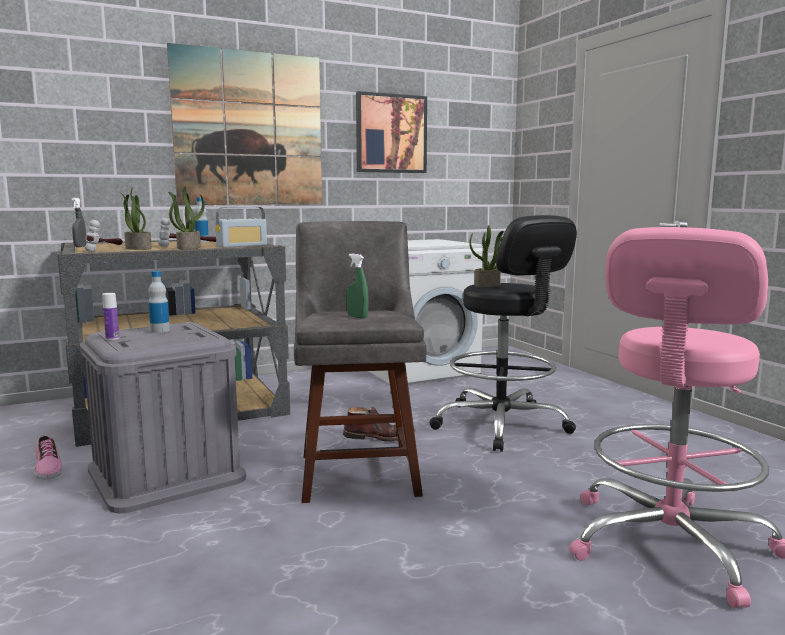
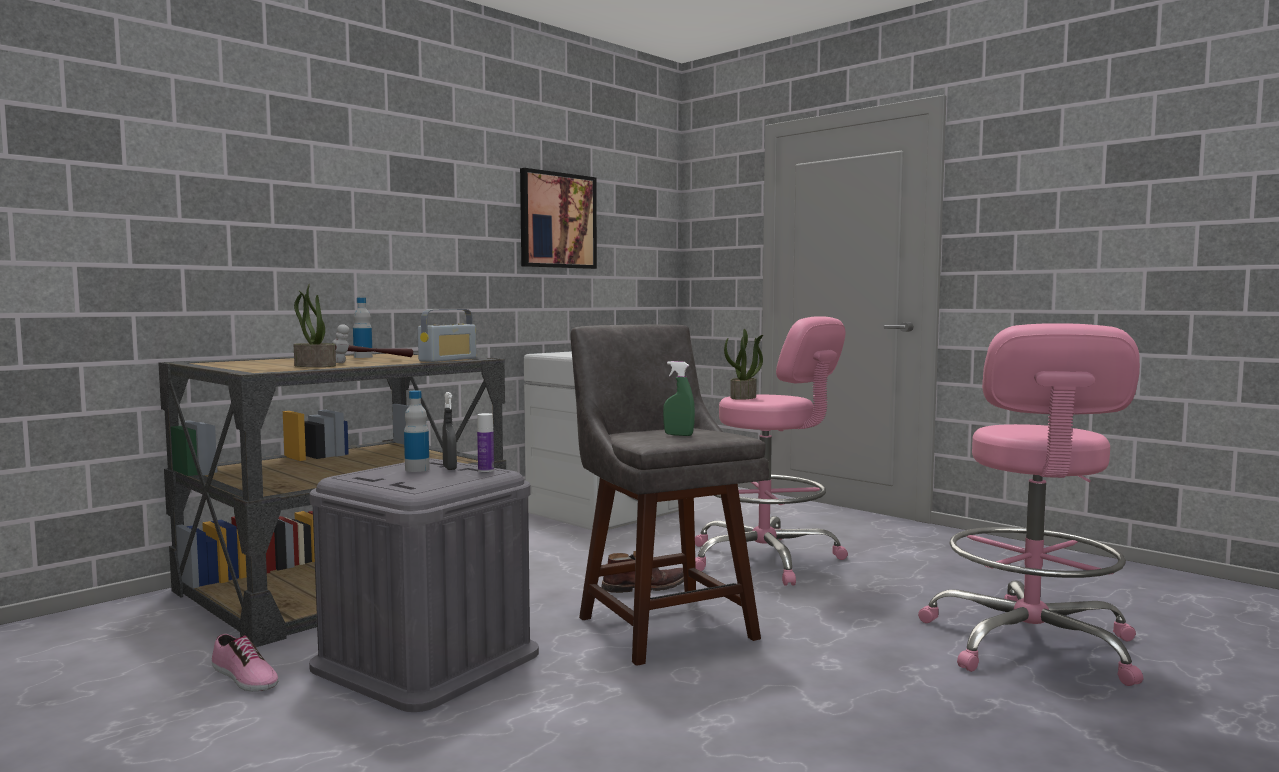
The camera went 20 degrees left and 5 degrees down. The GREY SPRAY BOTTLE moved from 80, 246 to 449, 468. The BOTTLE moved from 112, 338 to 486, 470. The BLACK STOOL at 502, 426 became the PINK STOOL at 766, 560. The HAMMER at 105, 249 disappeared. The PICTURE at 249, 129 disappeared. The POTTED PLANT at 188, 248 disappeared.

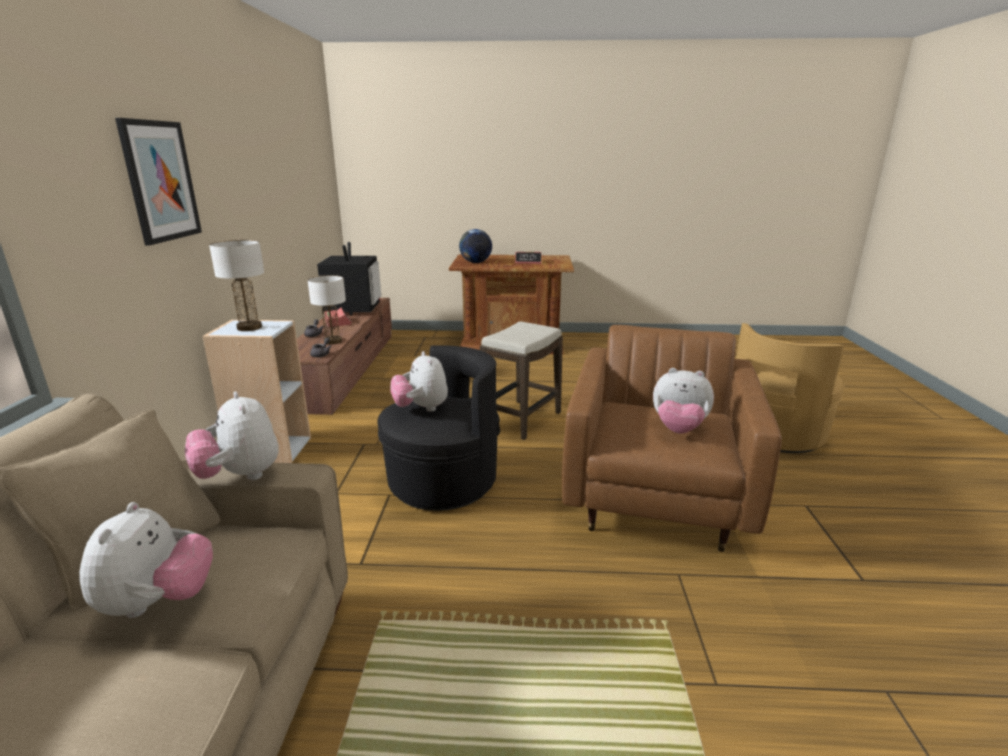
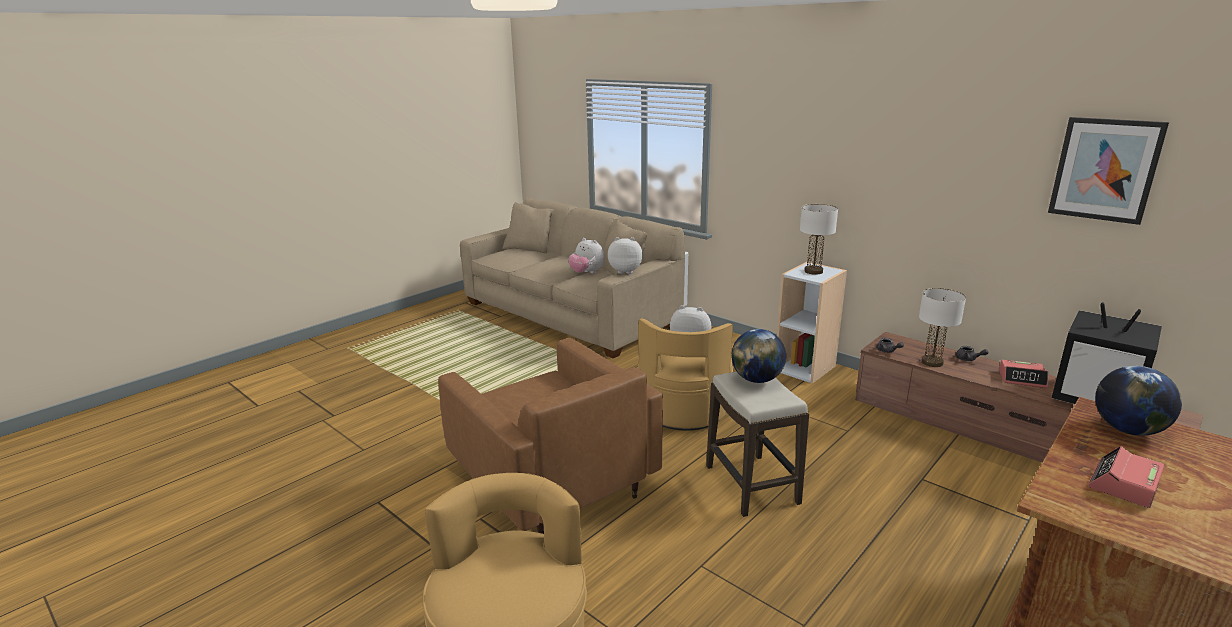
The camera went 130 degrees right and 0 degrees up. The BLACK ARMCHAIR at 442, 482 became the BEIGE ARMCHAIR at 683, 409. The GLOBE at 756, 380 appeared. The PICTURE moved from 160, 181 to 1105, 169. The PLUSH TOY at 678, 429 disappeared.

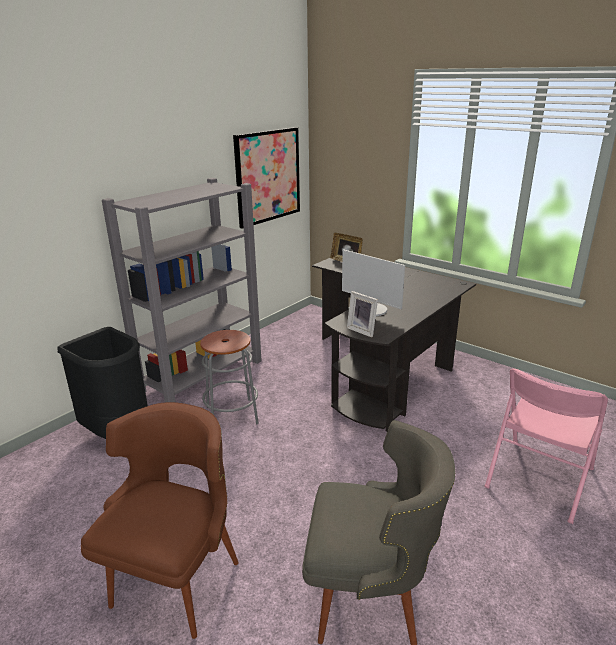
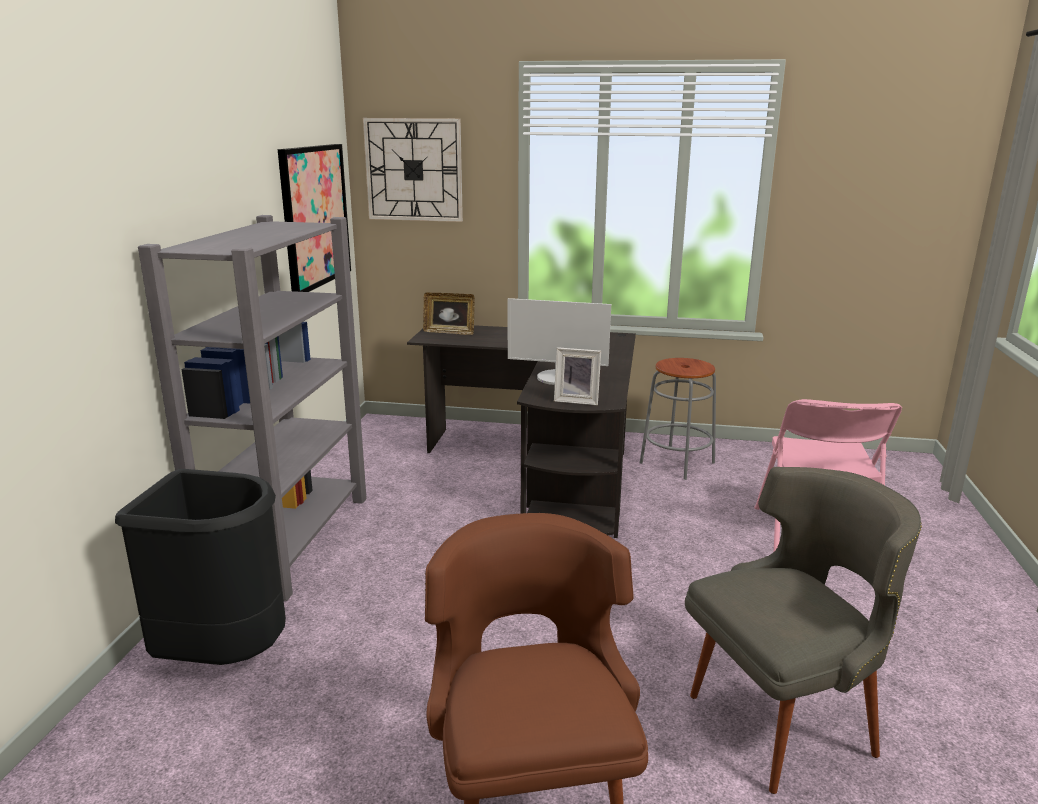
The camera went 30 degrees left and 5 degrees down. The WALL CLOCK at 414, 170 appeared. The GREY STOOL moved from 232, 415 to 677, 462.

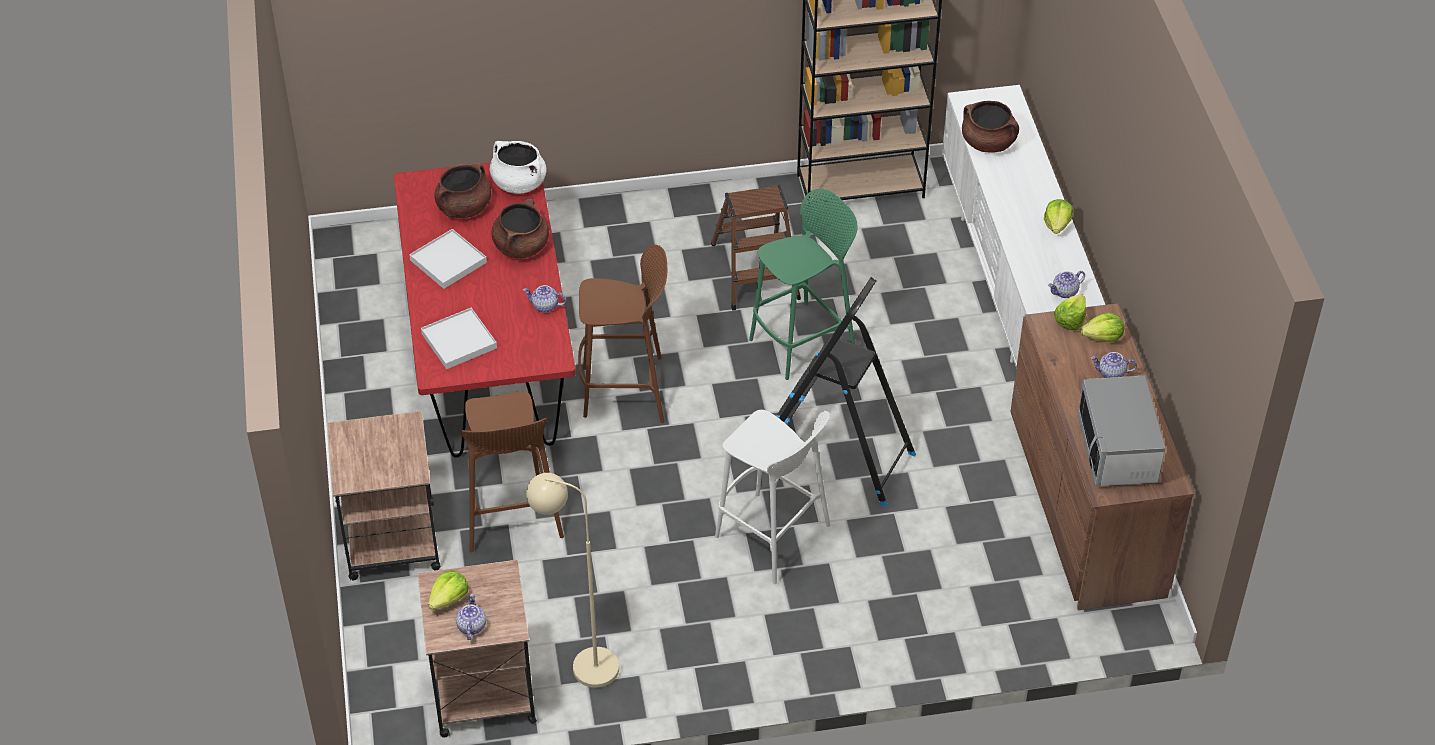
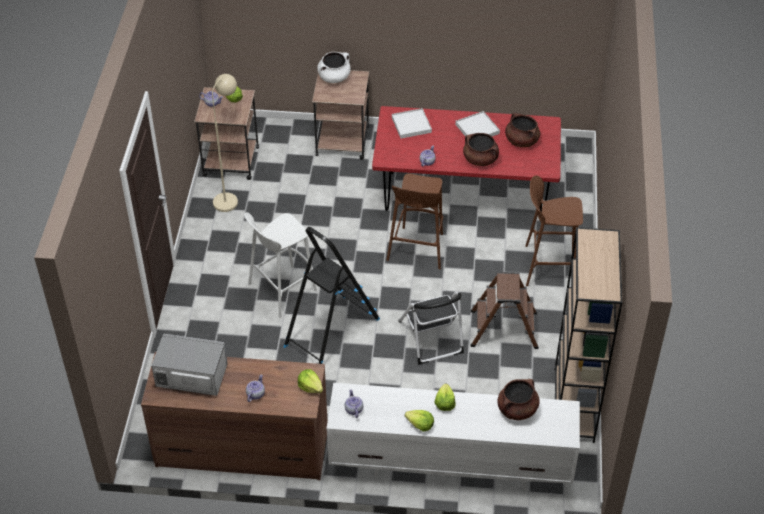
The camera went 105 degrees right and 0 degrees up. The WHITE COOKING POT moved from 518, 183 to 334, 77. The GREEN STOOL at 802, 343 was replaced by the STEP LADDER at 431, 338. The LETTUCE moved from 1103, 337 to 444, 403. The BROWN STOOL moved from 511, 516 to 548, 266.

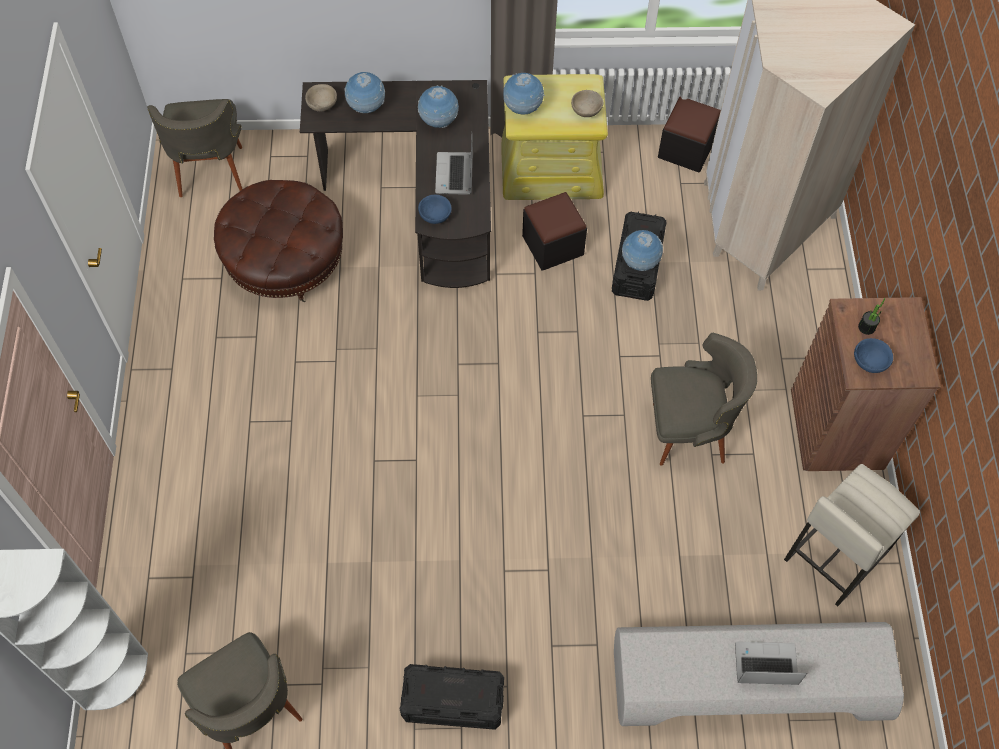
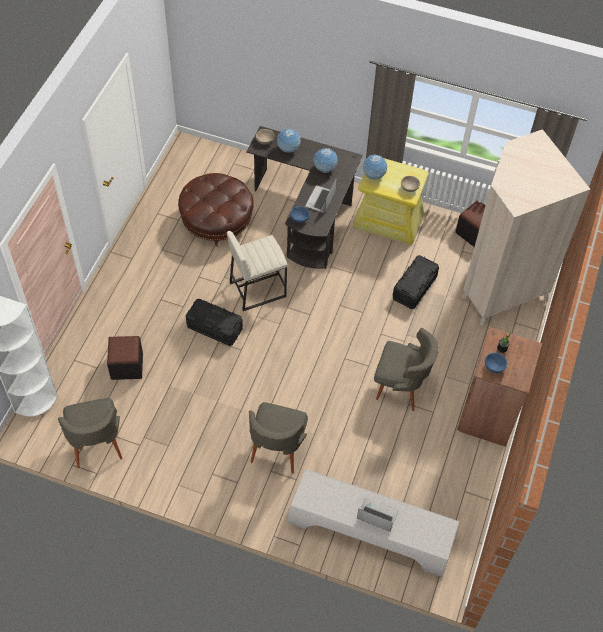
The camera went 20 degrees right and 5 degrees down. The BLACK OTTOMAN moved from 553, 245 to 127, 366. The BLACK STORAGE BOX moved from 452, 702 to 214, 328. The BEIGE STOOL moved from 836, 554 to 257, 289. The GREY CHAIR moved from 211, 171 to 277, 450. The GLOBE at 639, 263 disappeared.

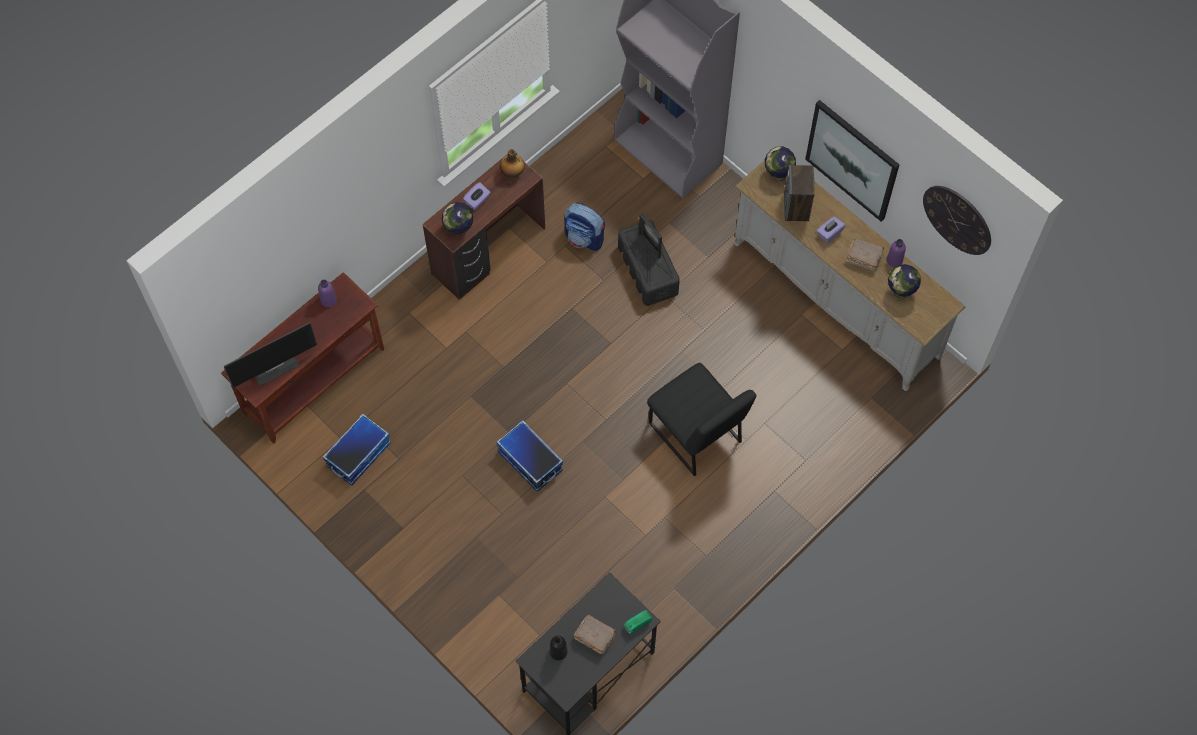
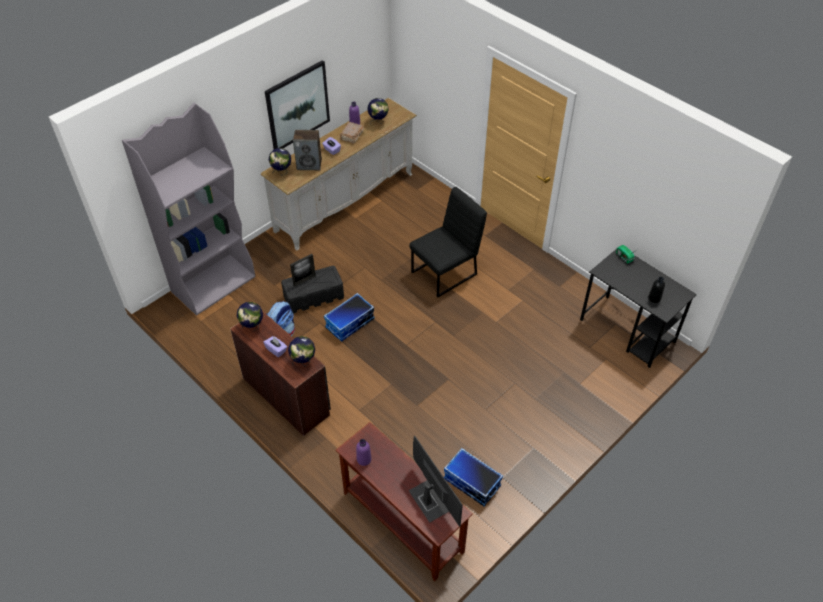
The camera went 90 degrees left and 15 degrees down. The BOTTLE at 512, 173 was replaced by the GLOBE at 252, 327. The STORAGE BOX moved from 529, 461 to 350, 324. The BROWN BOOK at 594, 636 disappeared. The WALL CLOCK at 957, 219 disappeared.

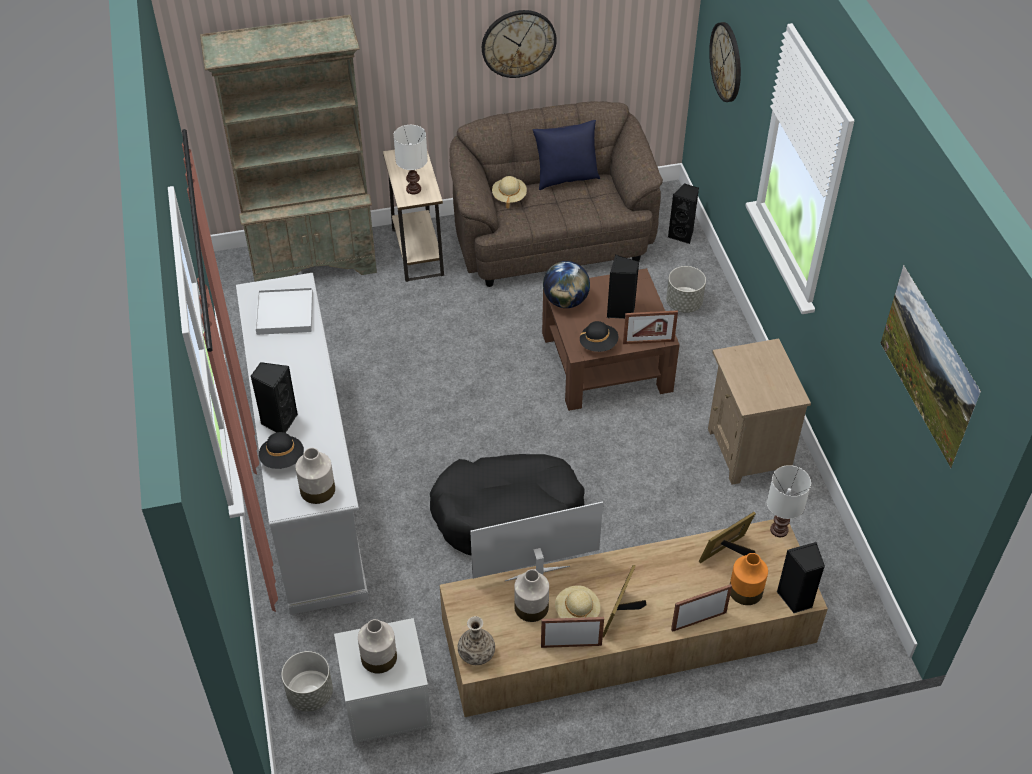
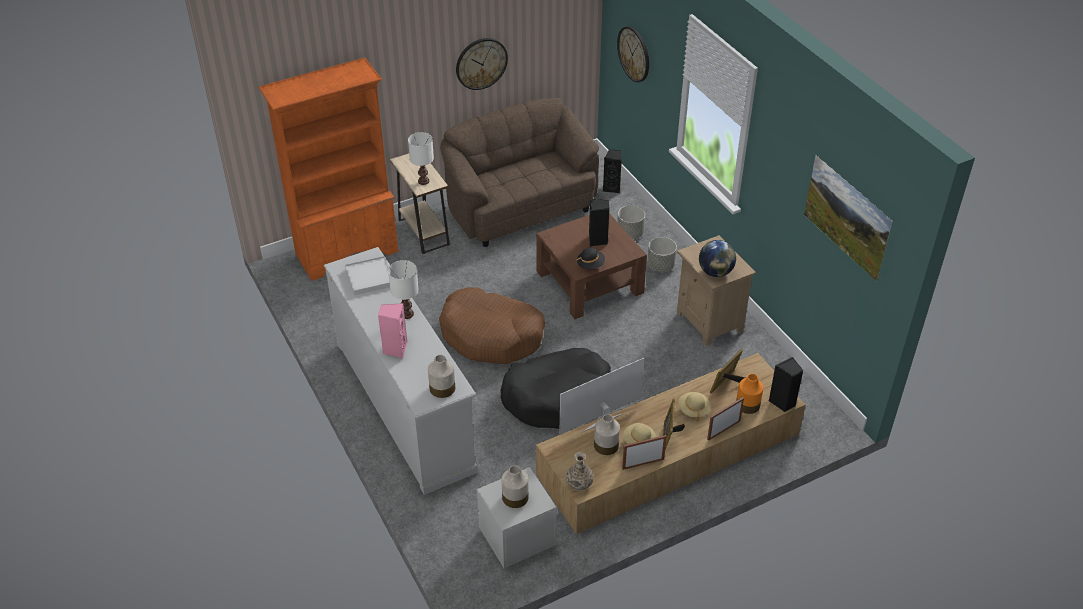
The camera went 15 degrees left and 5 degrees down. The GREEN BOOKCASE at 313, 261 became the ORANGE BOOKCASE at 347, 252. The BLACK SPEAKER at 278, 421 became the PINK SPEAKER at 395, 349. The WHITE TABLE LAMP moved from 778, 530 to 406, 314. The BROWN DOG BED at 492, 335 appeared. The GREY PLANTER moved from 310, 694 to 661, 266. The BEIGE HAT moved from 509, 197 to 693, 410. The GLOBE moved from 565, 301 to 715, 272. The BLACK HAT at 283, 459 disappeared. The BLUE PILLOW at 566, 178 disappeared. The PICTURE FRAME at 648, 342 disappeared.

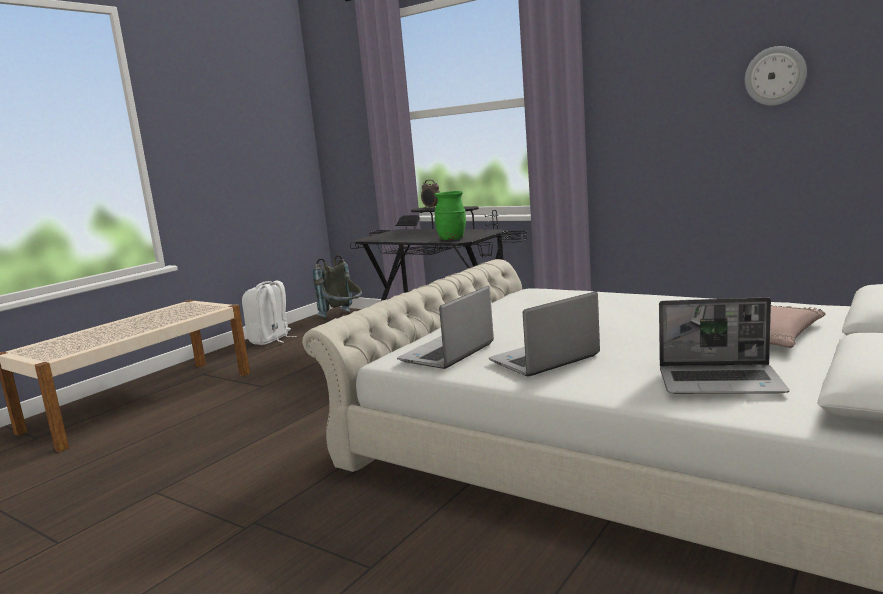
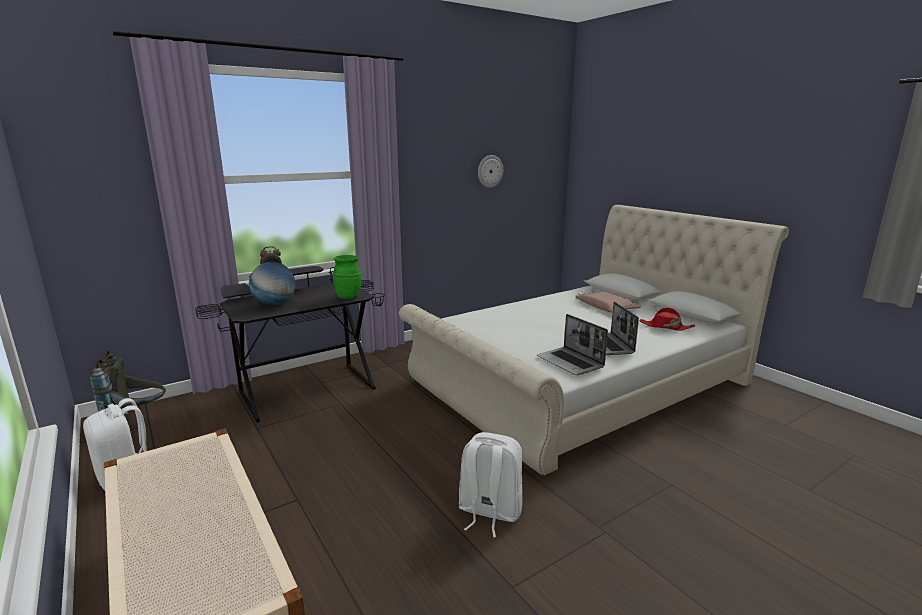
The camera went 70 degrees left and 5 degrees up. The GLOBE at 274, 304 appeared. The WHITE BACKPACK at 489, 512 appeared. The LAPTOP at 721, 382 was replaced by the RED HAT at 665, 327.

